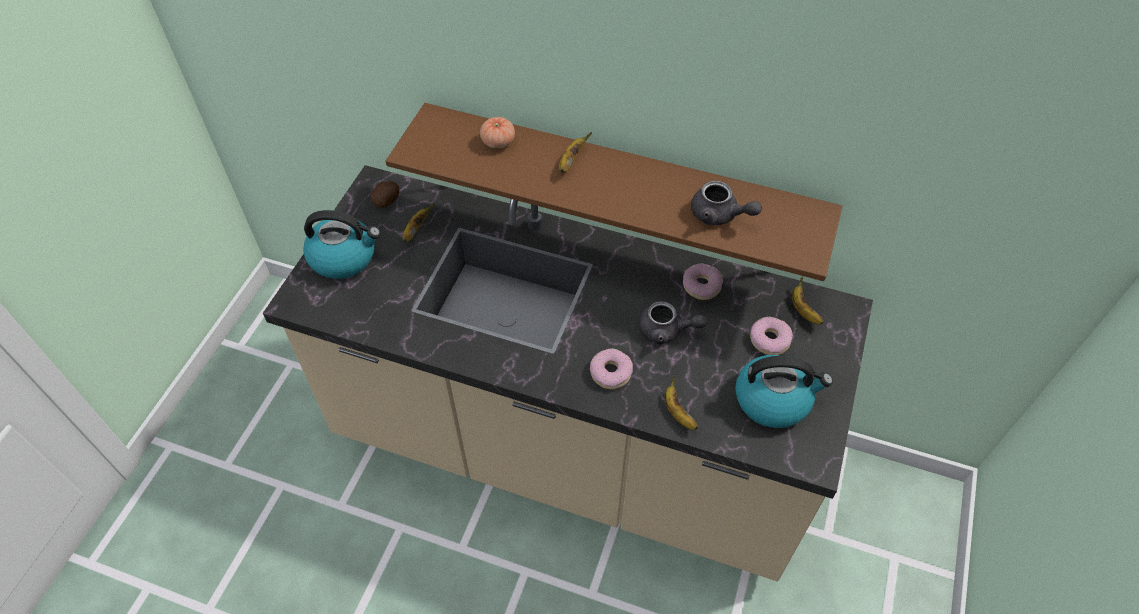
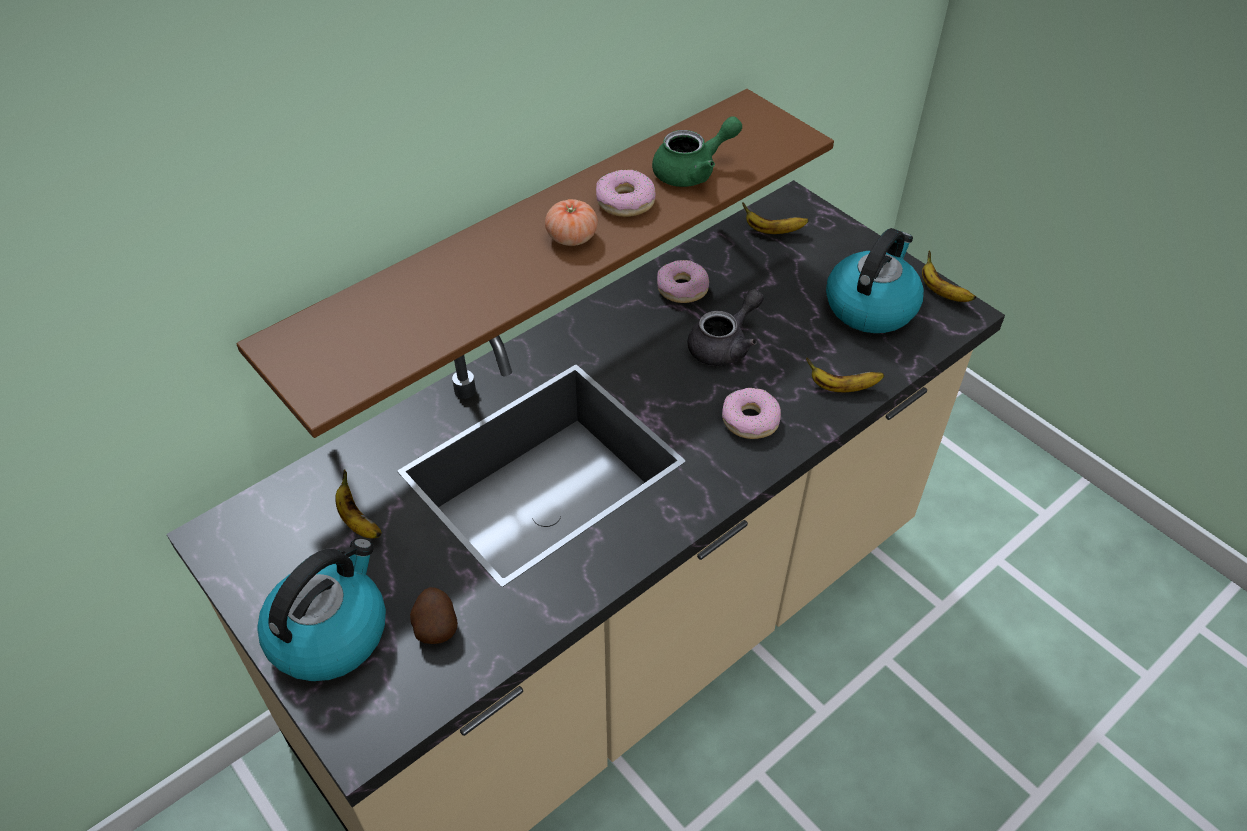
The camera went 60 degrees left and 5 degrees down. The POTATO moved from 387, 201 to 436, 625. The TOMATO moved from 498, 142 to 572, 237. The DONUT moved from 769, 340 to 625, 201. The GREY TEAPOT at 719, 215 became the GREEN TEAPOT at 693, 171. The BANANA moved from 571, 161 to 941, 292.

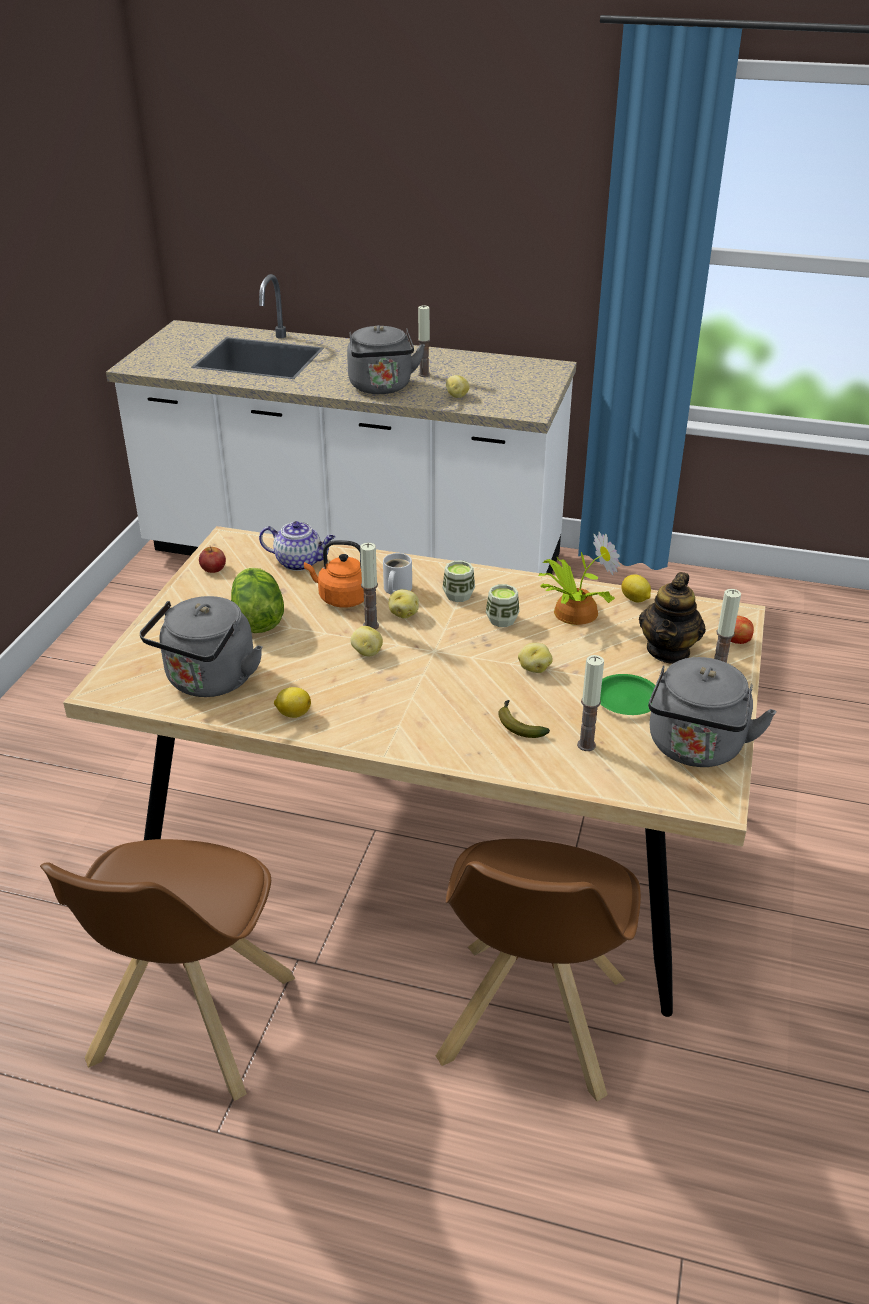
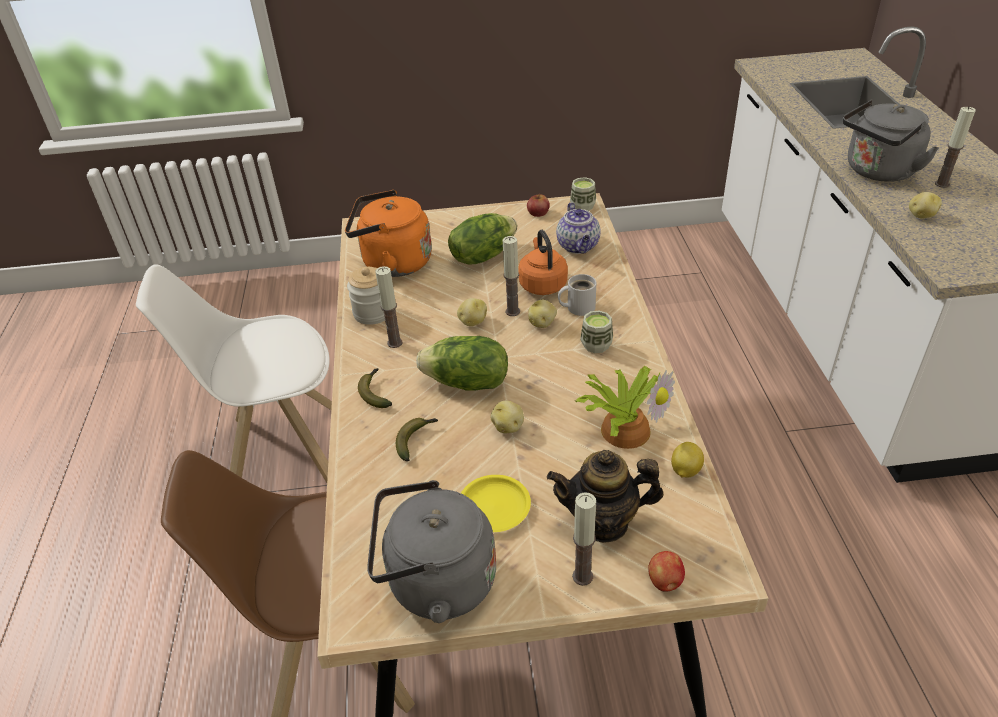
The camera went 70 degrees right and 5 degrees up. The BROWN CHAIR at 189, 1023 became the WHITE CHAIR at 280, 450. The GREY KETTLE at 209, 682 became the ORANGE KETTLE at 392, 263. The LEMON at 293, 713 was replaced by the JAR at 373, 313. The BANANA at 375, 392 appeared. The CANDLE moved from 586, 745 to 394, 343. The LETTUCE at 467, 383 appeared. The GREEN PLATE at 627, 699 became the YELLOW PLATE at 494, 507. The CUP moved from 502, 620 to 582, 206.

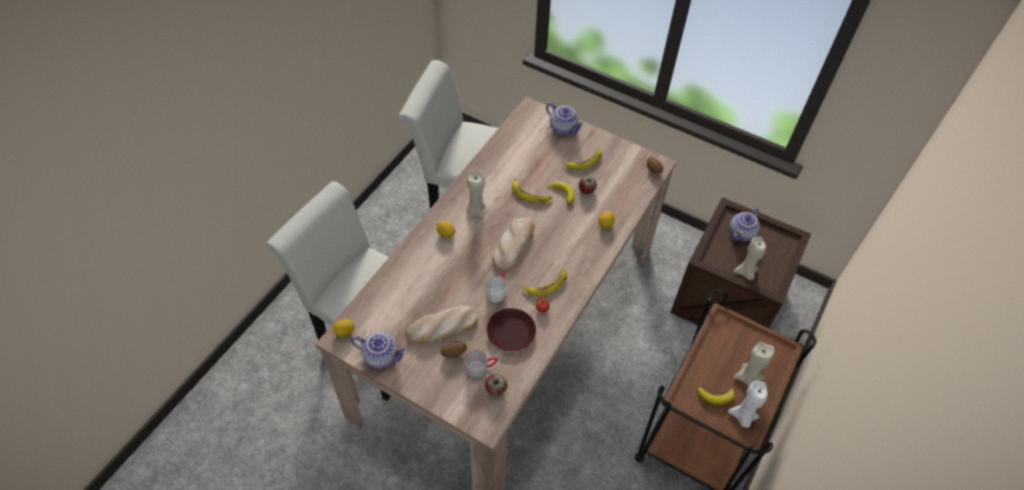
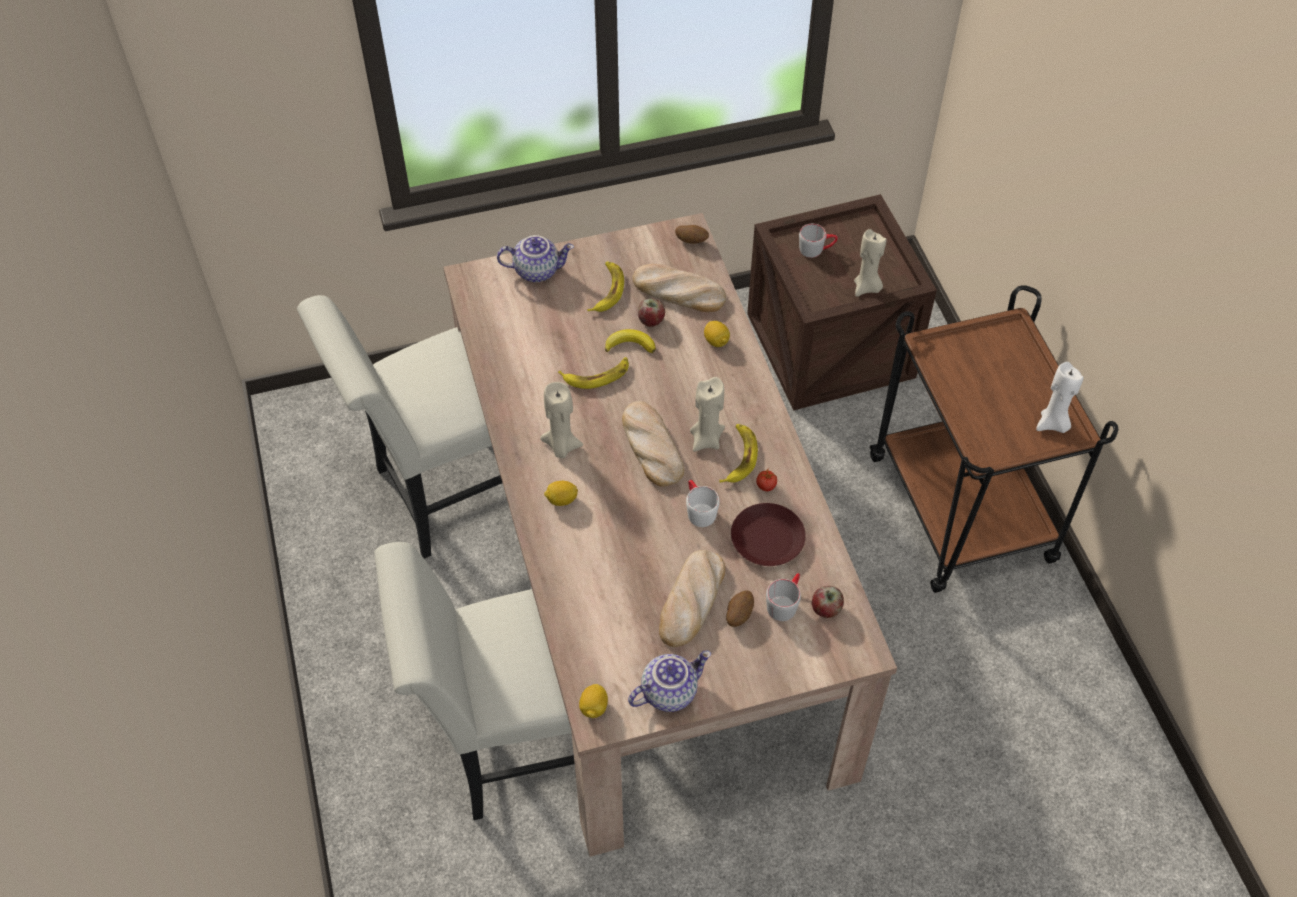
The camera went 45 degrees left and 0 degrees up. The BREAD at 678, 292 appeared. The BEIGE CANDLE moved from 747, 377 to 706, 439. The TEAPOT at 742, 234 was replaced by the GREY MUG at 816, 249. The BANANA at 716, 396 disappeared.

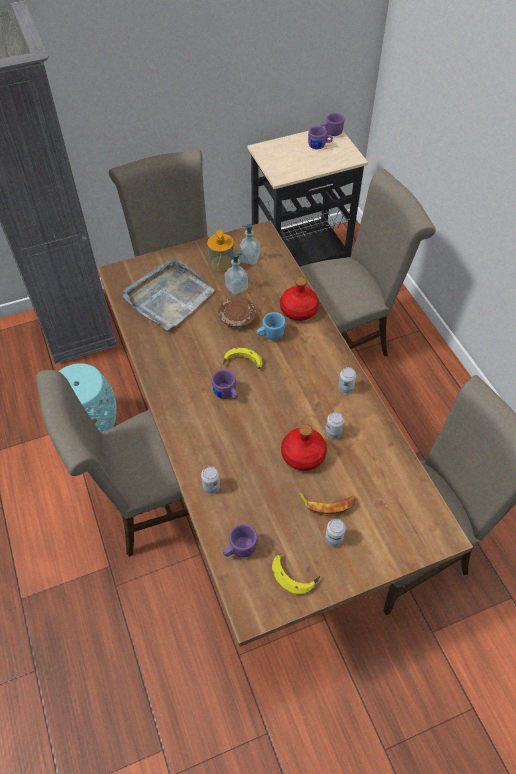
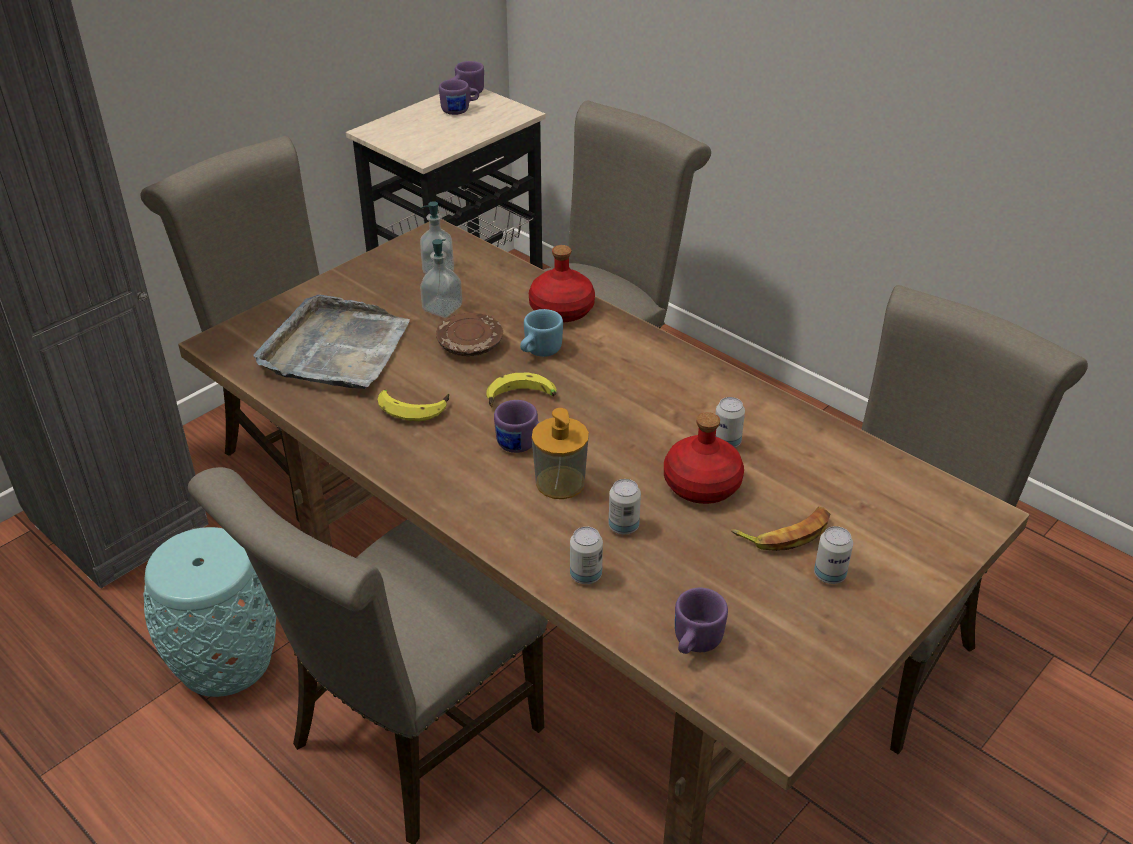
The camera went 25 degrees left and 15 degrees down. The BANANA moved from 294, 574 to 413, 407. The SOAP DISPENSER moved from 221, 264 to 560, 482. The CAN moved from 345, 388 to 623, 526.

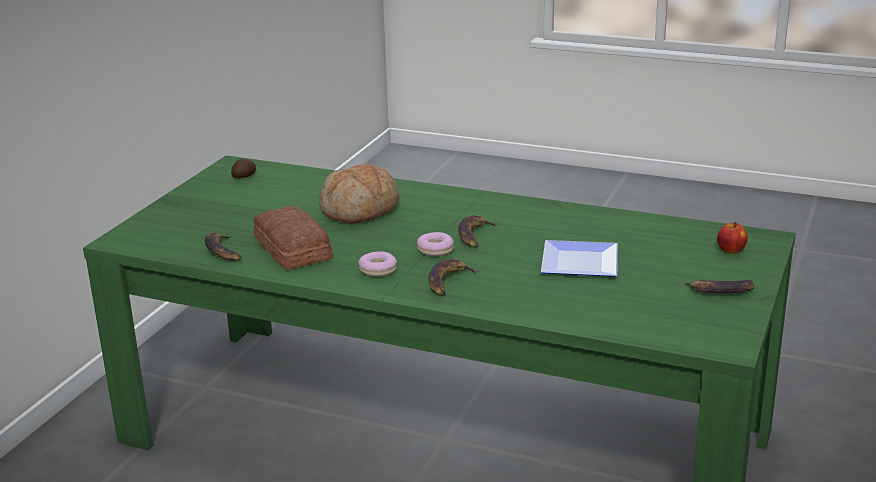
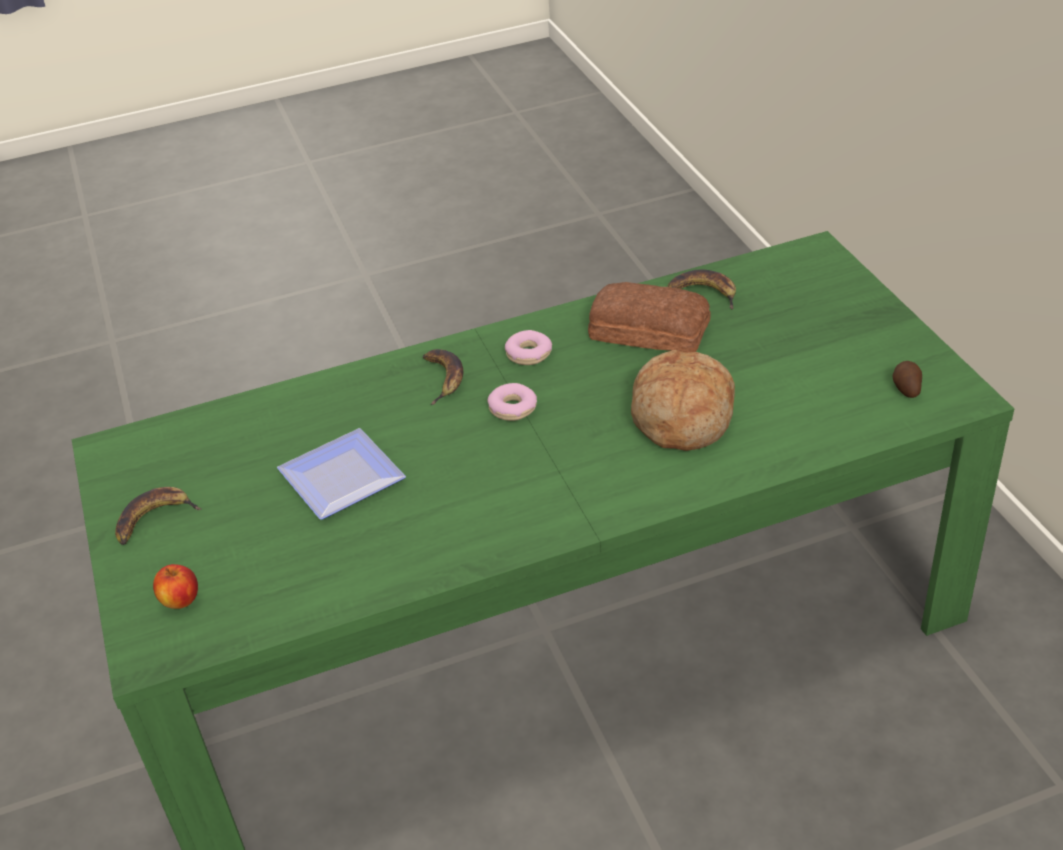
The camera went 140 degrees right and 15 degrees up. The BANANA at 474, 235 disappeared.

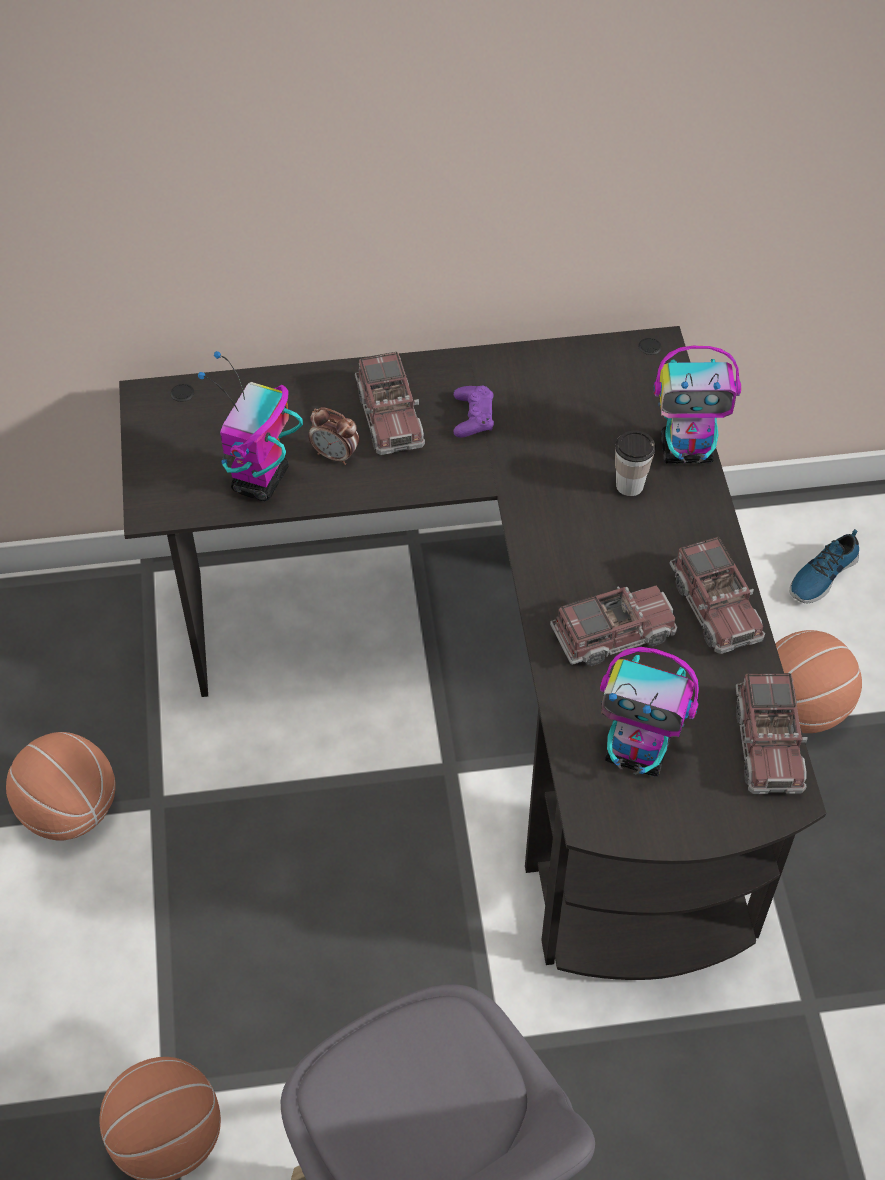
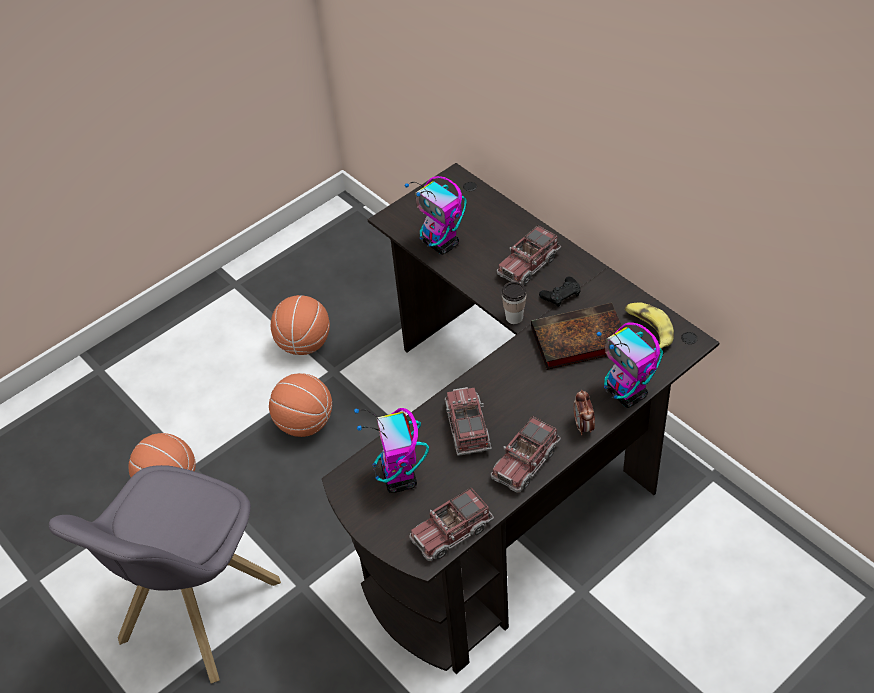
The camera went 60 degrees right and 5 degrees down. The BASKETBALL moved from 801, 707 to 305, 423. The TOY ROBOT at 260, 481 turned 120 degrees counterclockwise. The TOY TRUCK at 613, 634 turned 135 degrees counterclockwise. The CUP moved from 629, 485 to 514, 317. The BOOK at 577, 341 appeared. The PURPLE GAME CONTROLLER at 473, 416 became the BLACK GAME CONTROLLER at 561, 295. The ALARM CLOCK moved from 335, 455 to 583, 426. The BANANA at 648, 329 appeared. The SHOE at 821, 575 disappeared.

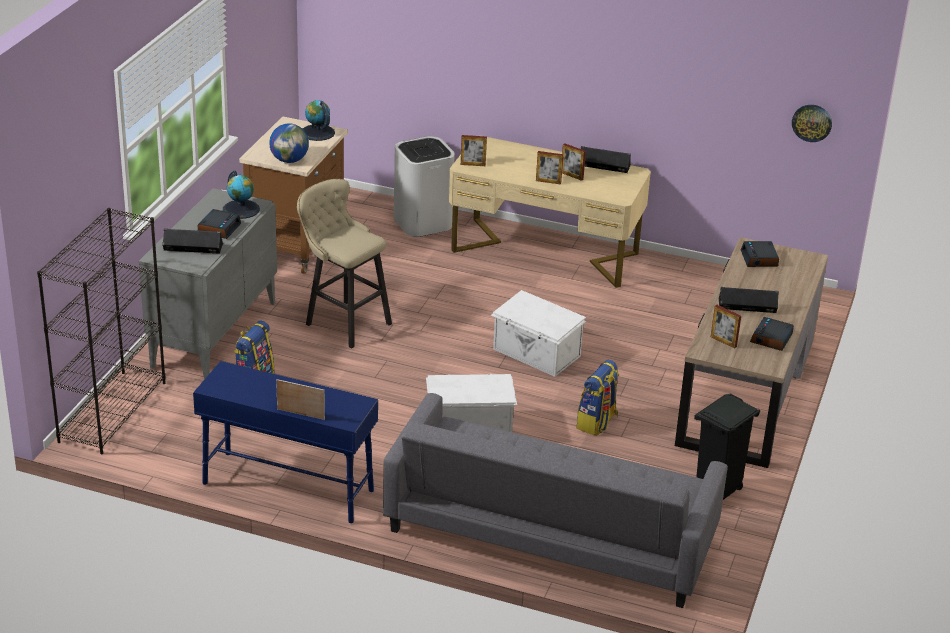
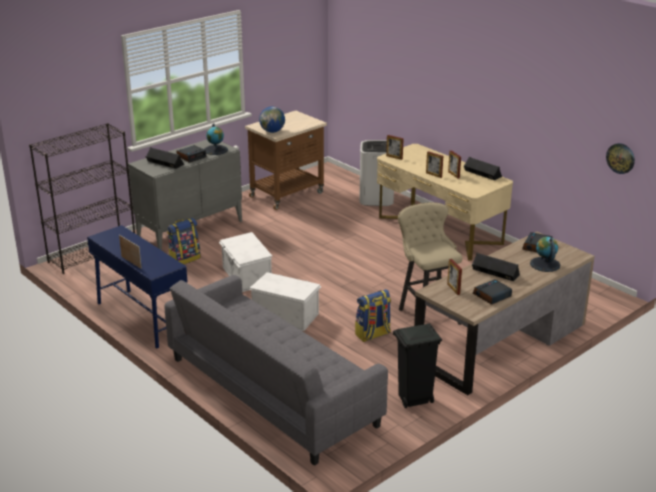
The camera went 30 degrees right and 5 degrees down. The WHITE STORAGE BOX moved from 536, 353 to 246, 276. The BEIGE STOOL moved from 341, 320 to 426, 312. The GLOBE moved from 317, 133 to 544, 264.

